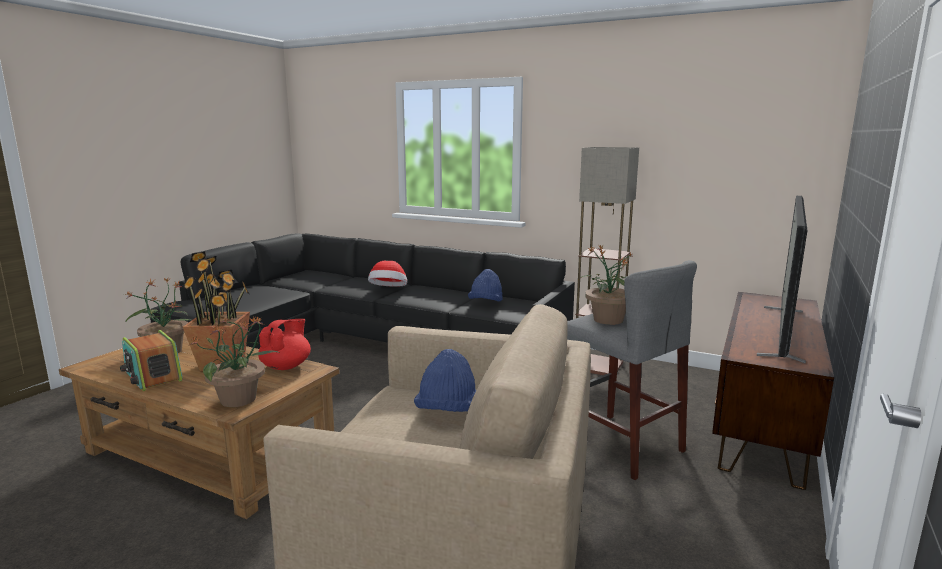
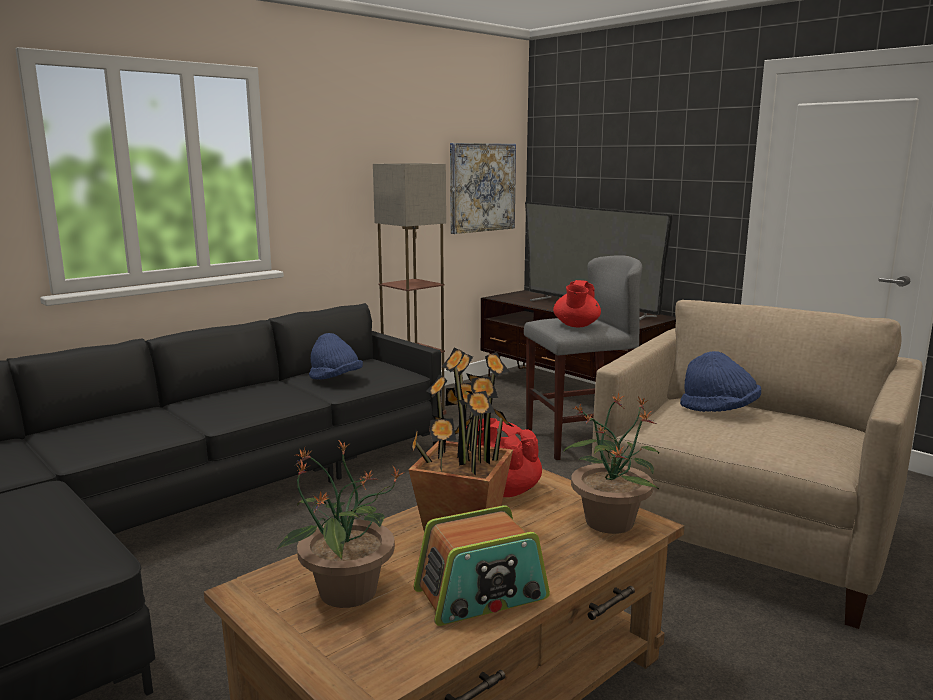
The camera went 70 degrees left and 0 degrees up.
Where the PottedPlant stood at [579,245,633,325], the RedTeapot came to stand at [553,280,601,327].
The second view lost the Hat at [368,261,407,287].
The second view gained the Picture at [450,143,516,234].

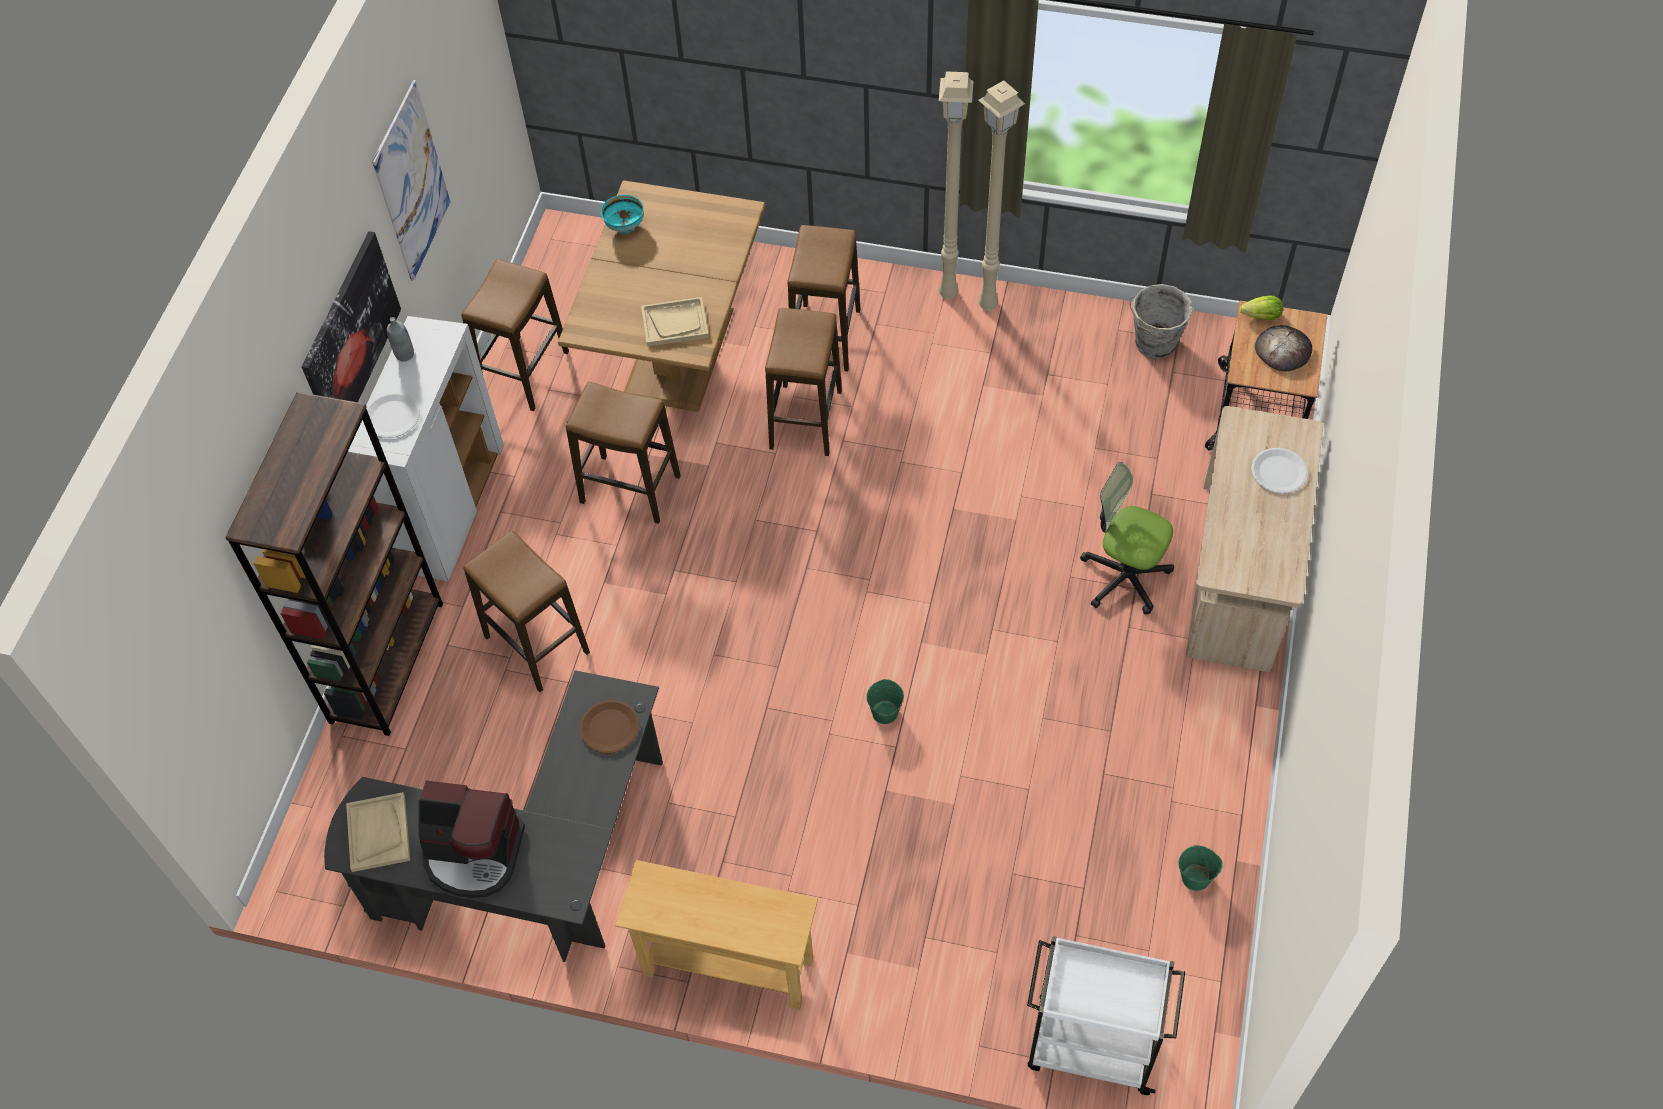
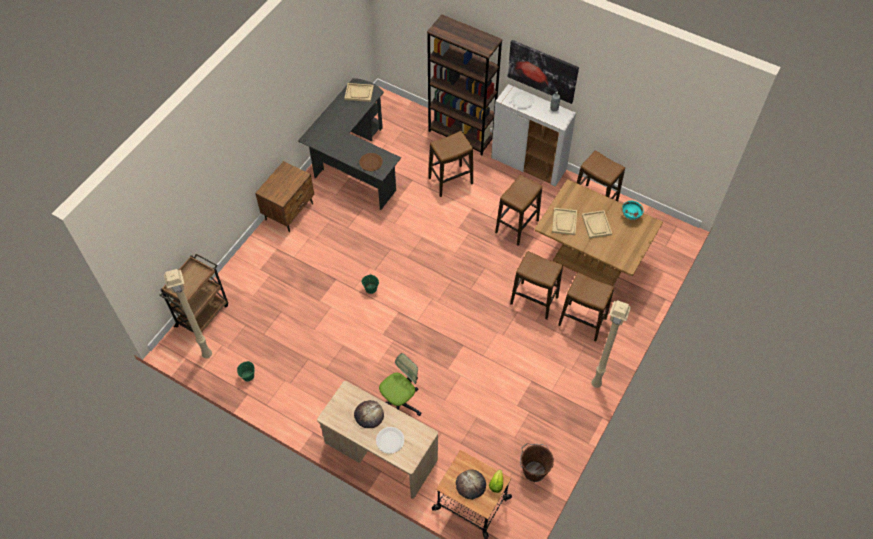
The camera went 105 degrees right and 0 degrees up.
The second view lost the Picture at [372,80,450,281].
The BeigeFloorLamp ended up elsewhere, having gone from [978,80,1025,311] to [164,269,212,358].
What was the GreyBucket at [1130,284,1193,359] turned into the BrownBucket at [520,443,554,482].
The second view lost the CoffeeMachine at [418,781,525,898].
Where the BeigeConsoleTable stood at [615,860,818,1010], the BrownNightstand came to stand at [255,161,314,232].
What was the WhiteCart at [1027,936,1185,1095] turned into the BrownCart at [159,254,228,333].
The second view gained the BeigeTray at [582,210,612,238].
The second view gained the Bread at [354,400,384,428].

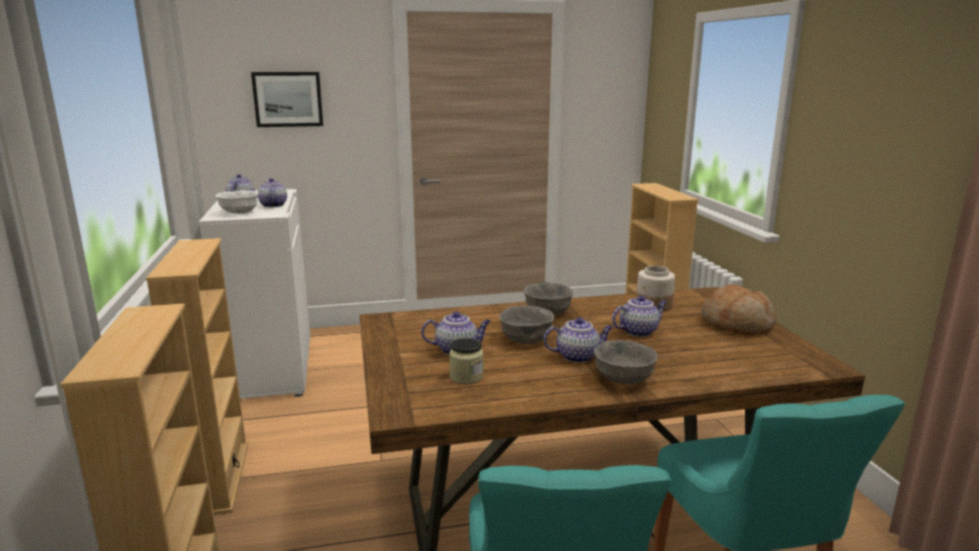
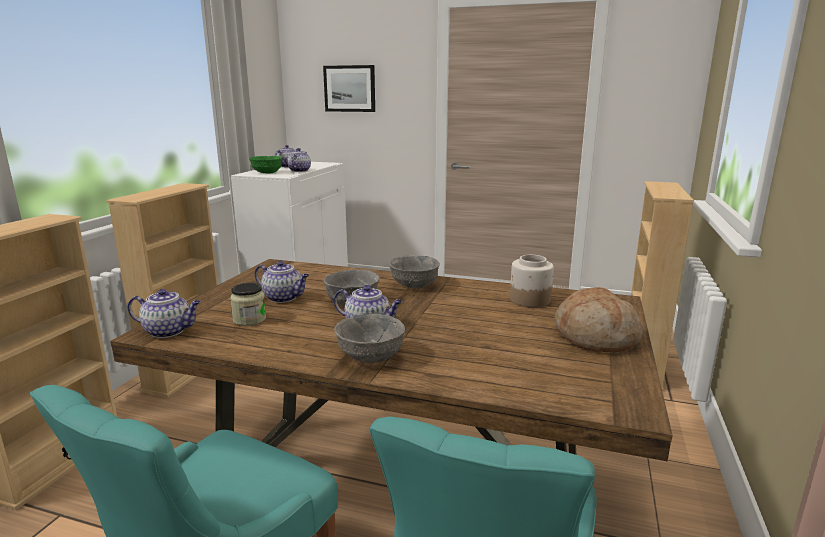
The camera went 30 degrees right and 0 degrees up.
What was the WhiteBowl at [215,190,258,214] turned into the GreenBowl at [249,156,282,174].
The Teapot ended up elsewhere, having gone from [612,295,667,337] to [127,289,201,338].

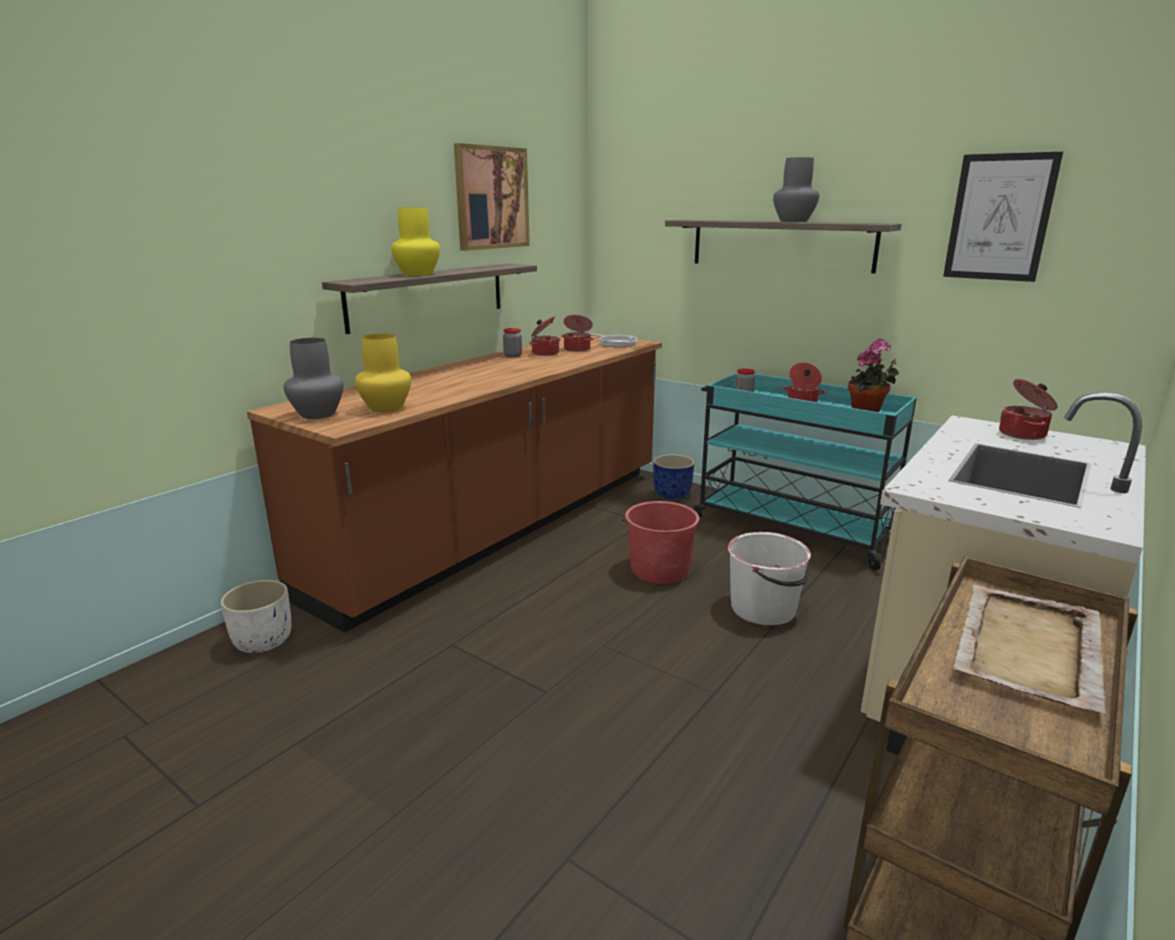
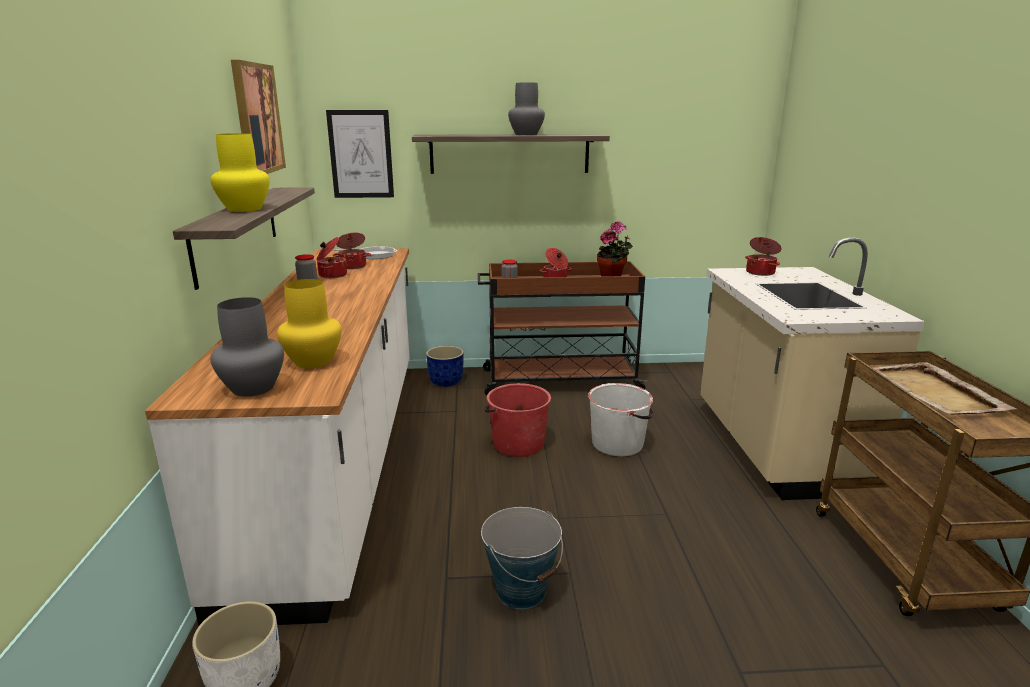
The camera went 40 degrees left and 0 degrees up.
The Picture ended up elsewhere, having gone from [943,152,1063,282] to [326,110,394,198].
What was the BrownCounter at [247,332,662,633] turned into the WhiteCounter at [145,248,410,626].
What was the TurquoiseCart at [692,373,917,570] turned into the BrownCart at [478,261,648,396].
The second view gained the Bucket at [481,507,563,609].

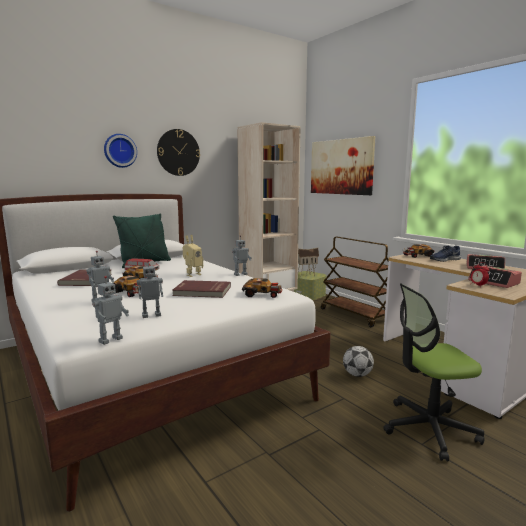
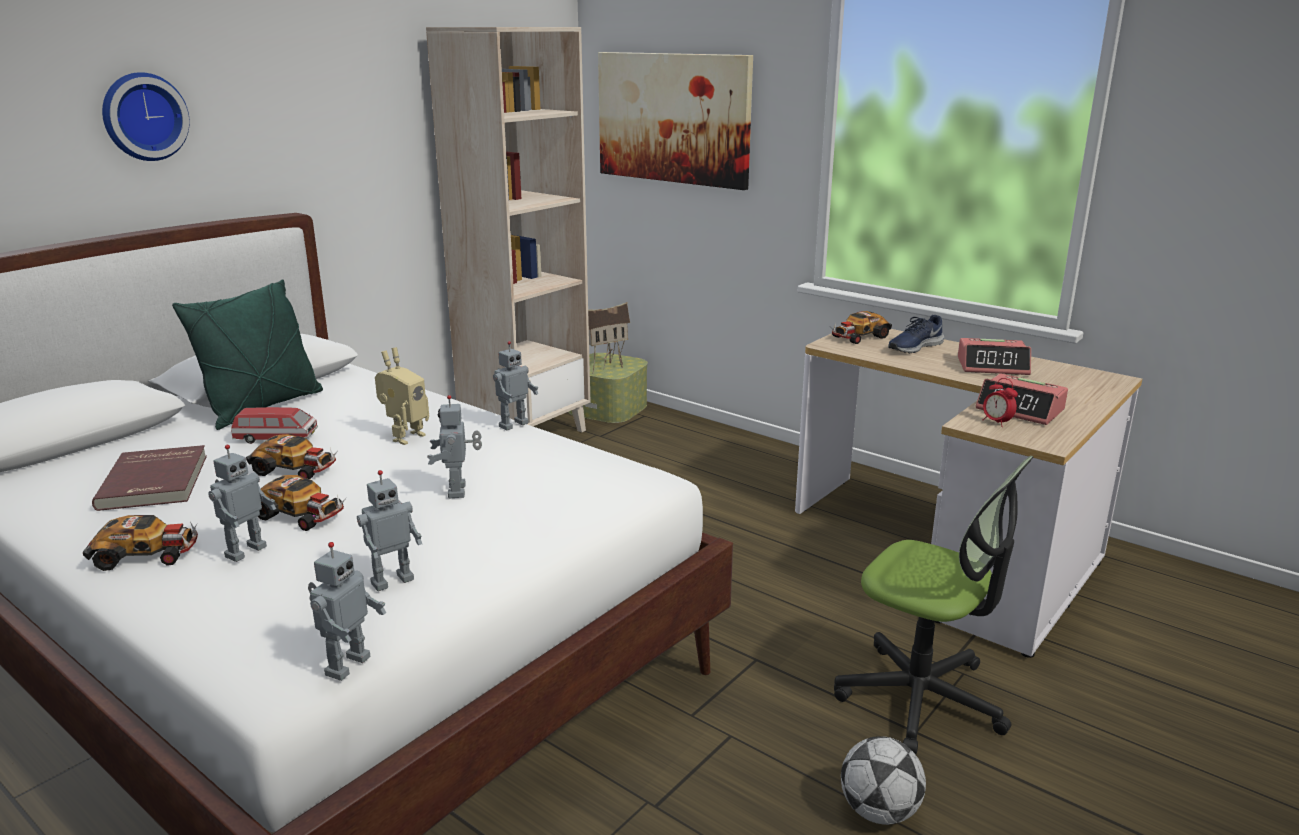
The camera went 15 degrees left and 10 degrees up.
The second view lost the WallClock at [157,129,200,176].
The second view lost the BrownCart at [321,236,389,327].
The ToyCar ended up elsewhere, having gone from [242,278,282,298] to [83,515,198,571].
Where the RedBook stood at [172,280,231,298], the ToyRobot came to stand at [427,395,482,498].
The OfficeChair at [383,283,485,461] ended up facing another way, 120 degrees counterclockwise from before.
The Football ended up elsewhere, having gone from [343,346,374,377] to [841,736,926,825].

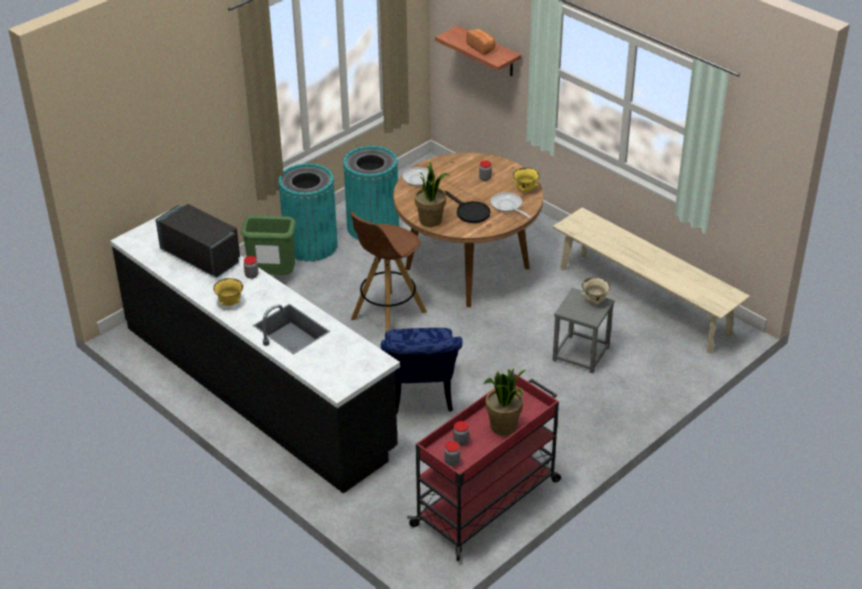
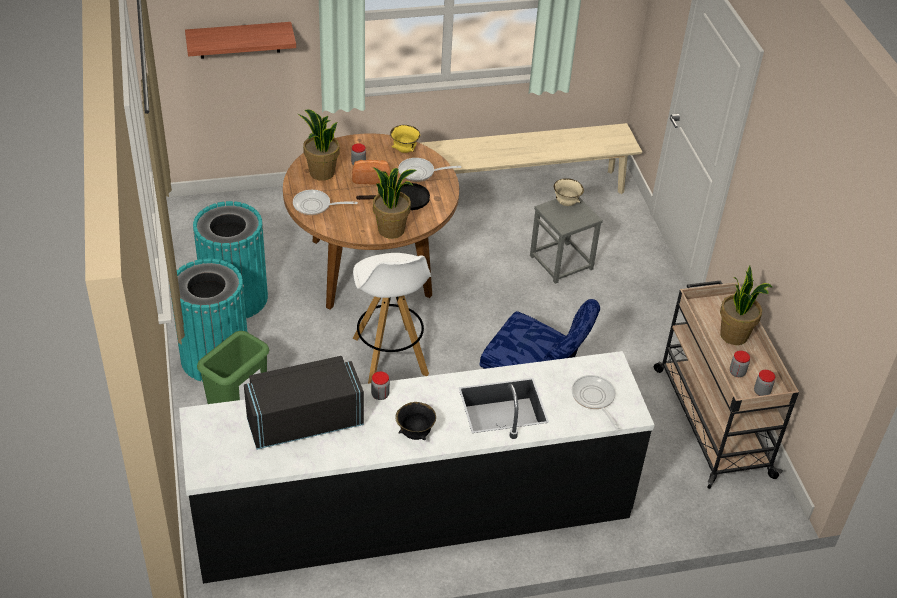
The camera went 60 degrees left and 5 degrees up.
The Bread ended up elsewhere, having gone from [466,29,496,55] to [352,160,391,184].
What was the BrownStool at [350,212,427,331] turned into the WhiteStool at [353,253,431,384].
What was the YellowBowl at [213,278,243,306] turned into the BlackBowl at [395,402,436,440].
What was the RedCart at [407,374,561,561] turned into the BeigeCart at [654,281,799,489].
The second view gained the PottedPlant at [297,110,340,180].
The second view gained the FryingPan at [572,375,619,429].

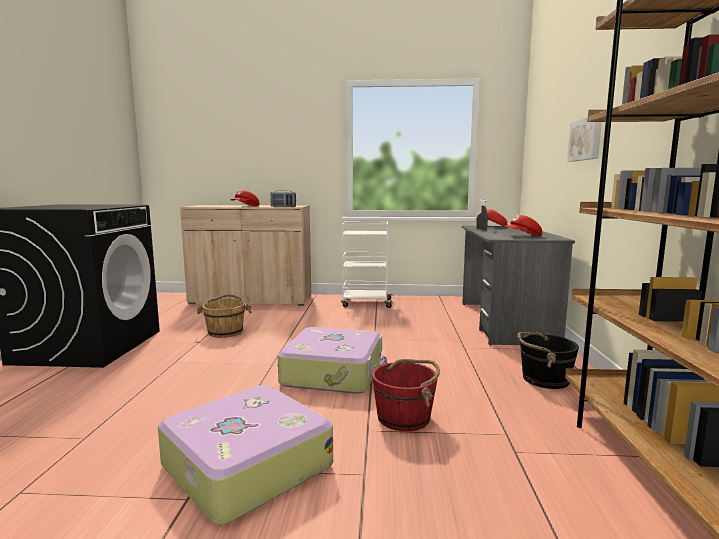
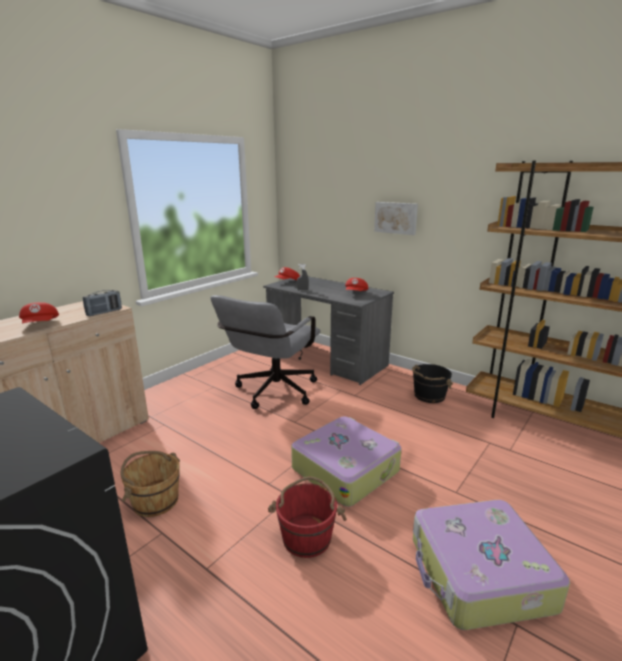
The camera went 55 degrees left and 10 degrees up.
The second view lost the WhiteCart at [341,221,394,308].
The RedBucket ended up elsewhere, having gone from [372,359,440,431] to [268,476,347,558].
The second view gained the GreyOfficeChair at [210,295,321,409].

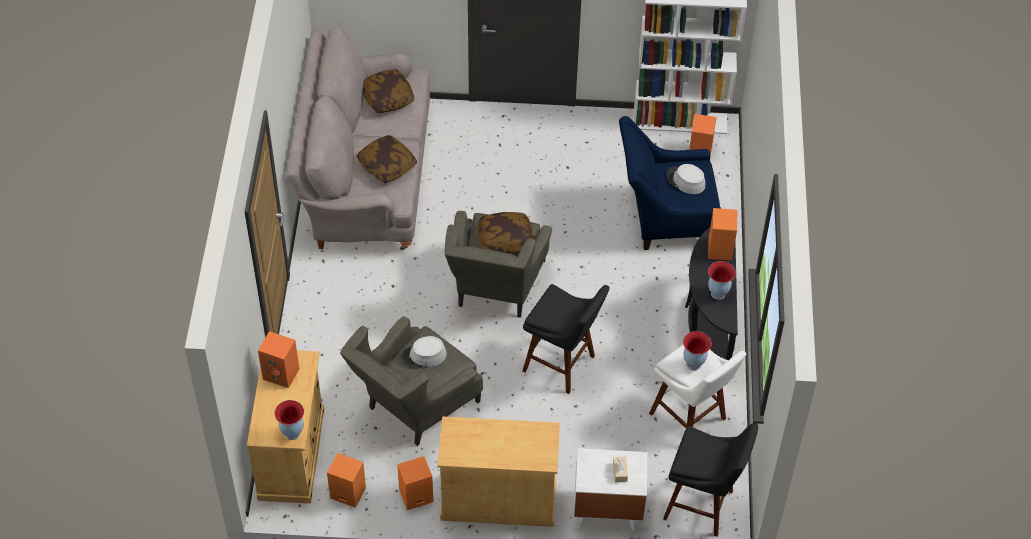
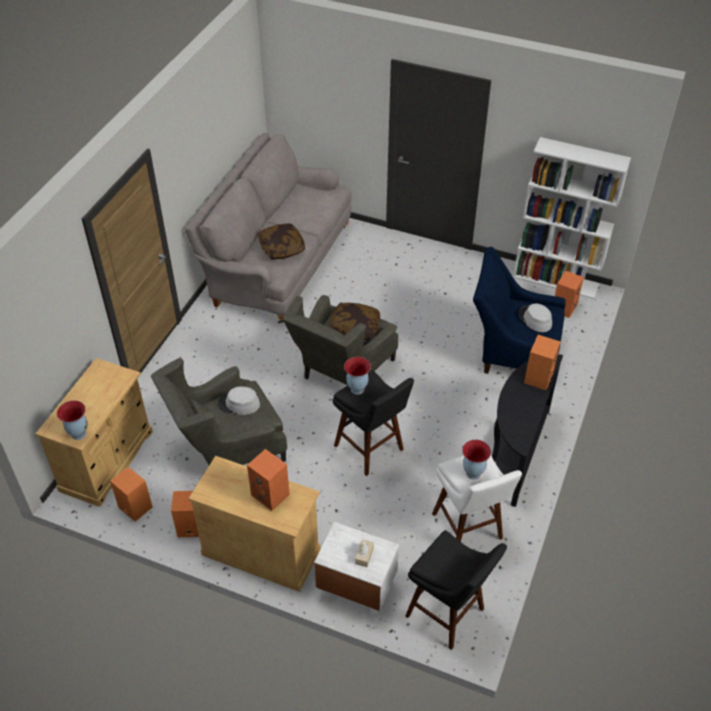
The camera went 20 degrees right and 5 degrees down.
The second view lost the Pillow at [363,69,414,113].
The Vase ended up elsewhere, having gone from [708,261,736,300] to [344,357,371,395].
The OrangeSpeaker ended up elsewhere, having gone from [258,331,299,388] to [247,449,290,511].

